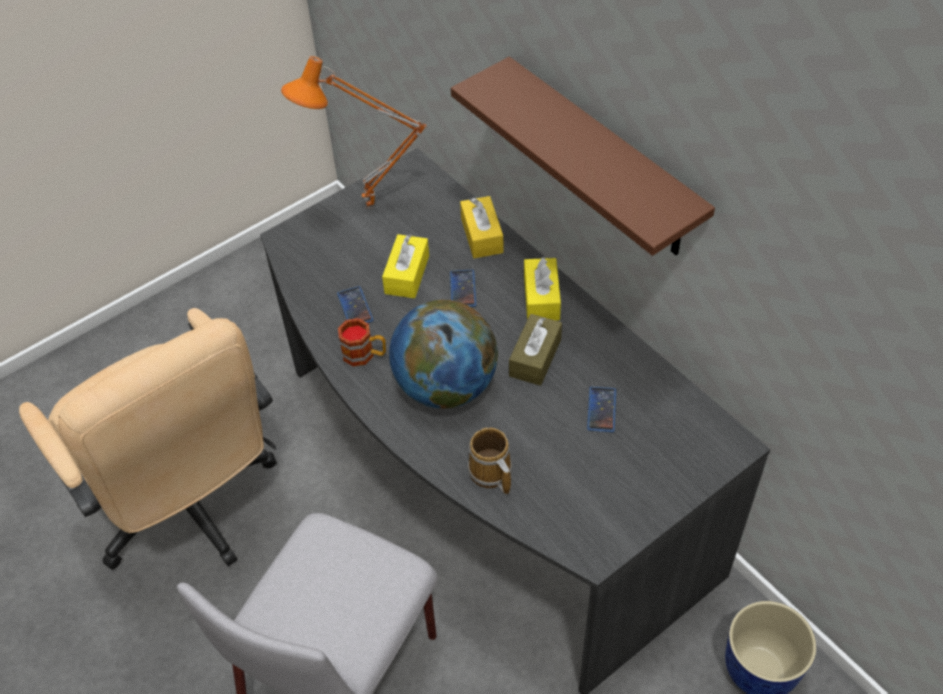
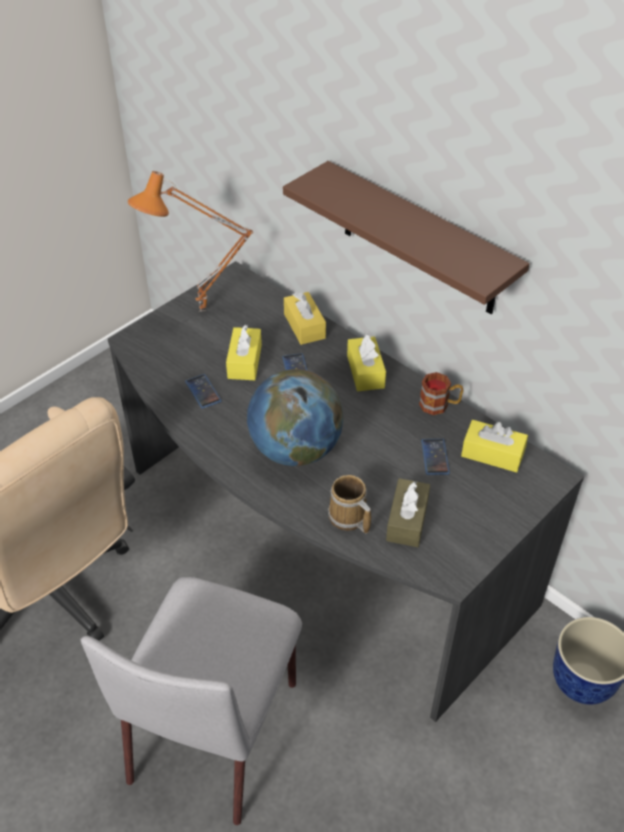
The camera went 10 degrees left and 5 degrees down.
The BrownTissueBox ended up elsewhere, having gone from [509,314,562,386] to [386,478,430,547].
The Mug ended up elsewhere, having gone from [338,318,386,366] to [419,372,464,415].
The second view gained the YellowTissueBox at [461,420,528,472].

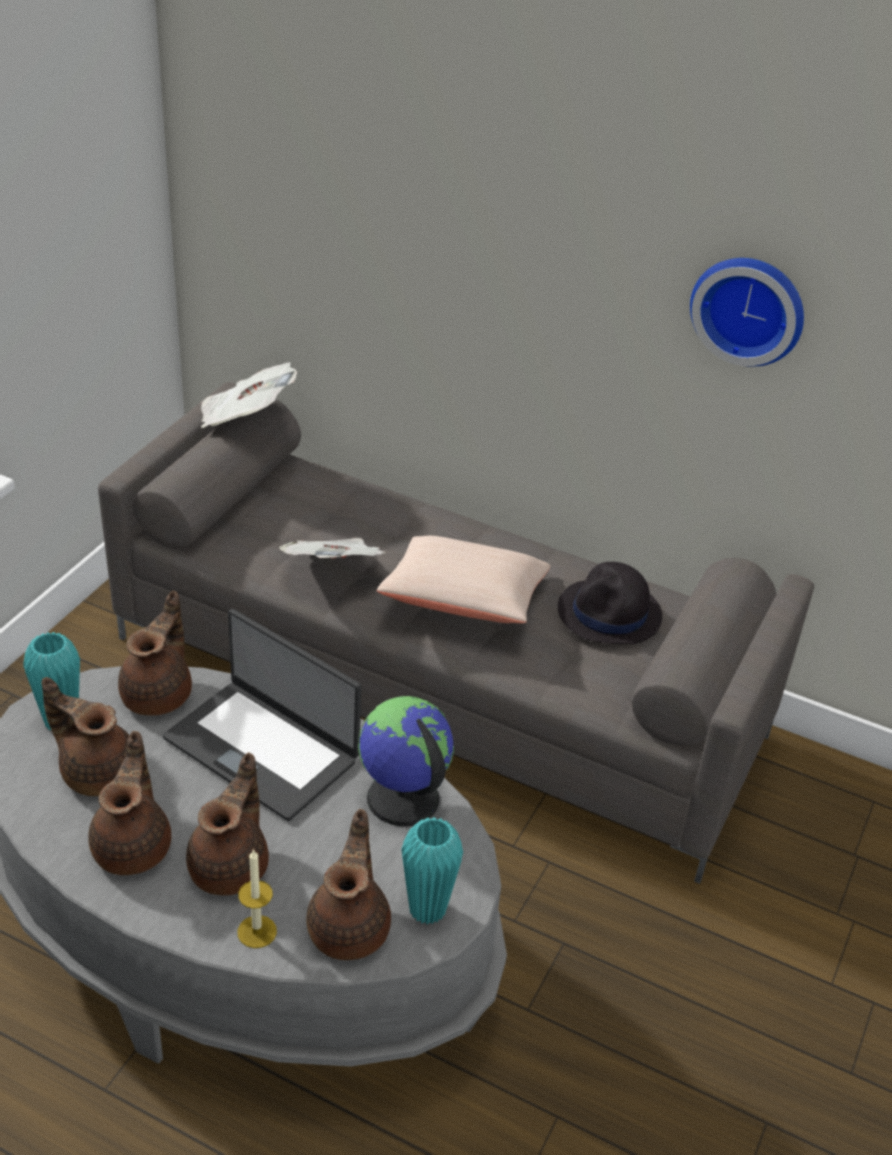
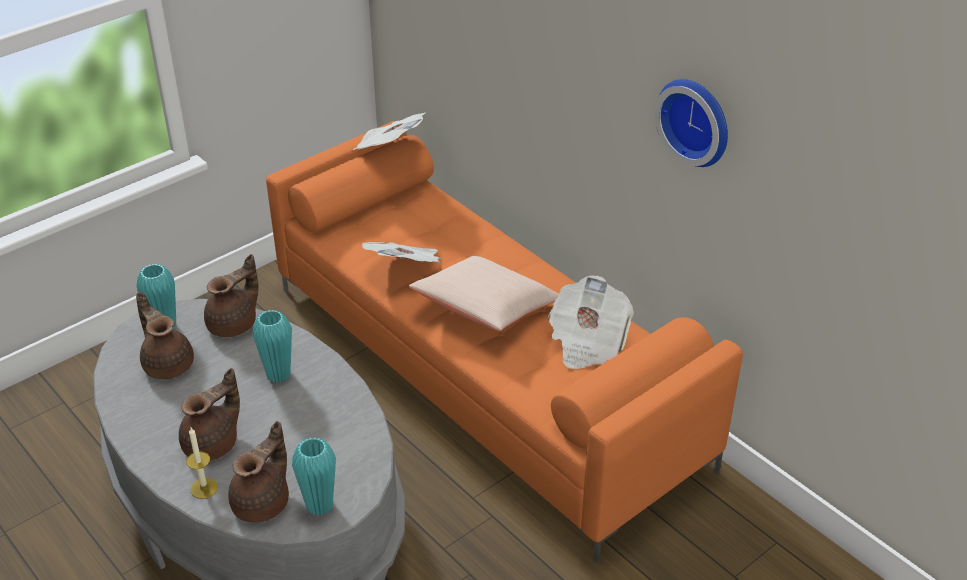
The camera went 25 degrees right and 0 degrees up.
What was the GreySofa at [98,382,814,884] turned into the OrangeSofa at [266,121,743,563].
Where the BlackHat stood at [558,562,662,644], the Newspaper came to stand at [548,275,634,369].
Where the Laptop stood at [163,609,361,821], the TurquoiseVase came to stand at [253,310,292,383].
The second view lost the Globe at [358,696,454,826].
The second view lost the BrownTeapot at [88,731,171,875].

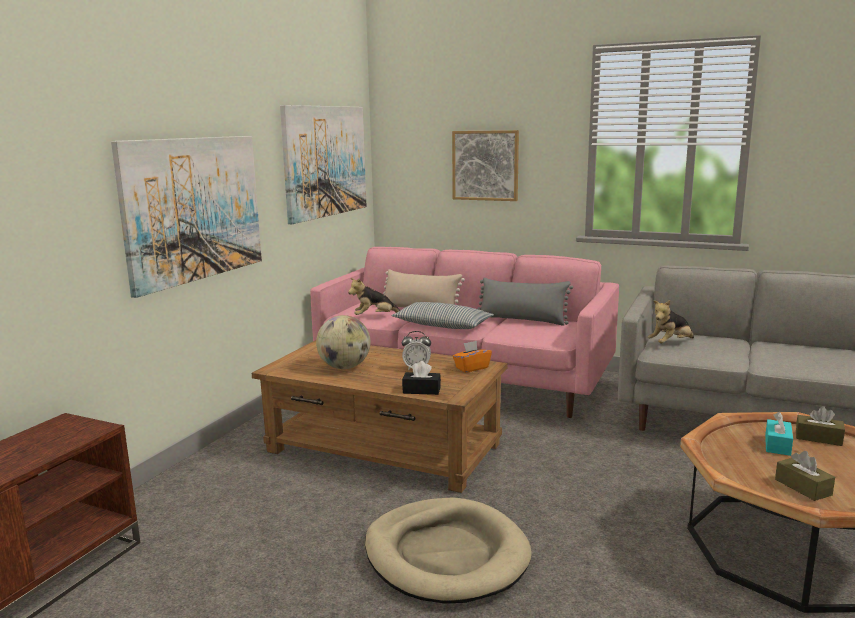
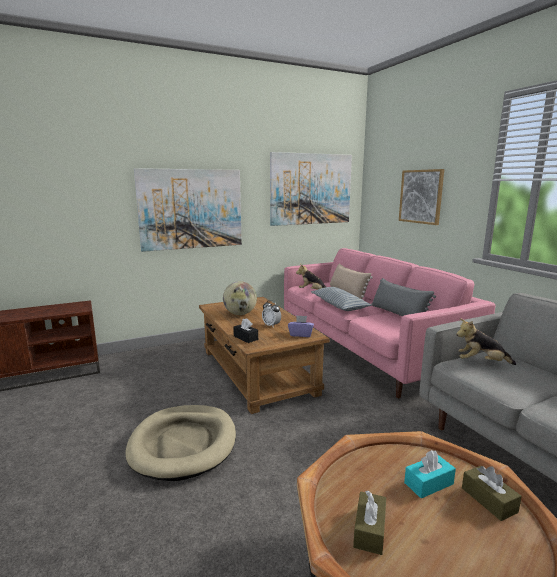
The camera went 40 degrees right and 0 degrees up.
What was the OrangeTissueBox at [453,341,492,373] turned into the PurpleTissueBox at [288,315,314,337].

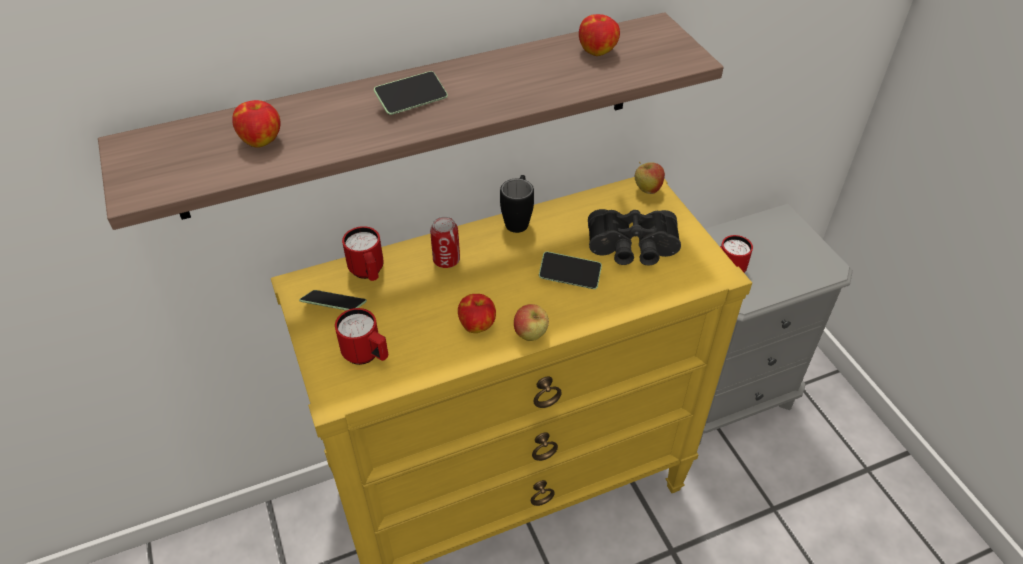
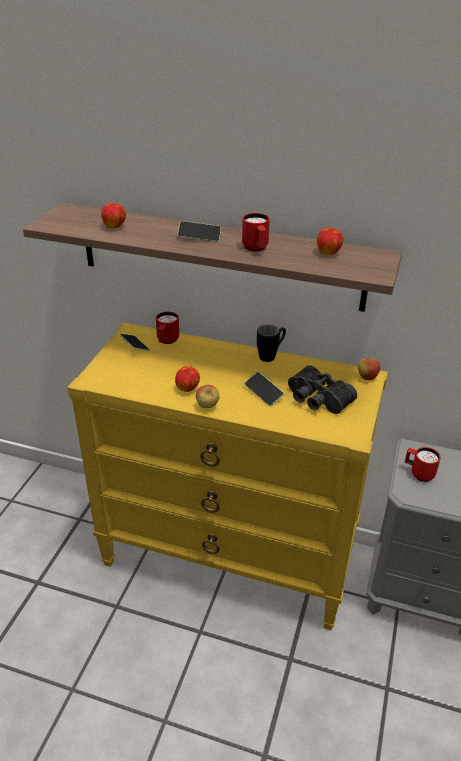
The camera went 40 degrees right and 10 degrees down.
The second view lost the Can at [430,216,460,268].
The RedMug ended up elsewhere, having gone from [335,308,388,365] to [242,213,270,251].

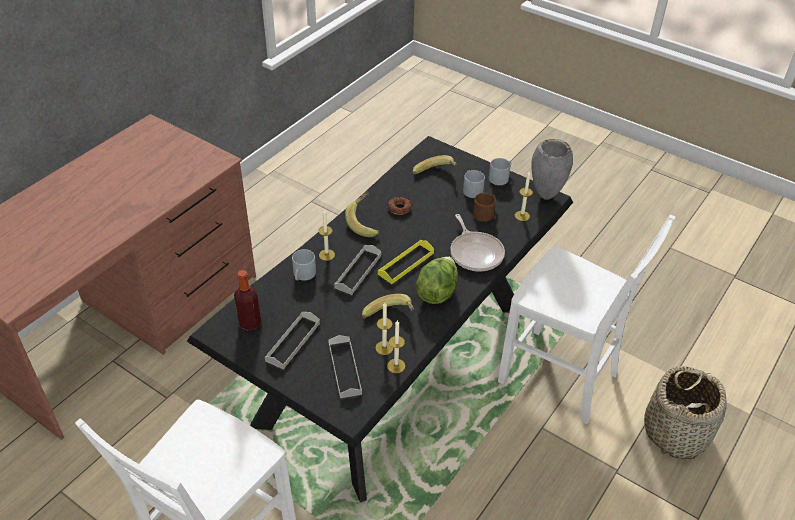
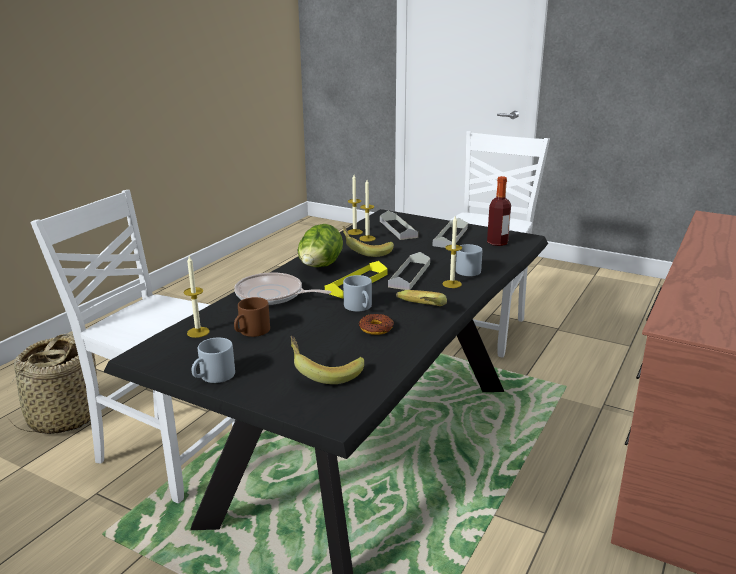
The camera went 175 degrees right and 20 degrees down.
The second view lost the GreyVase at [532,139,573,200].
The GreyMug ended up elsewhere, having gone from [463,170,485,198] to [343,275,372,312].
The FryingPan at [450,214,505,272] ended up facing another way, 45 degrees counterclockwise from before.

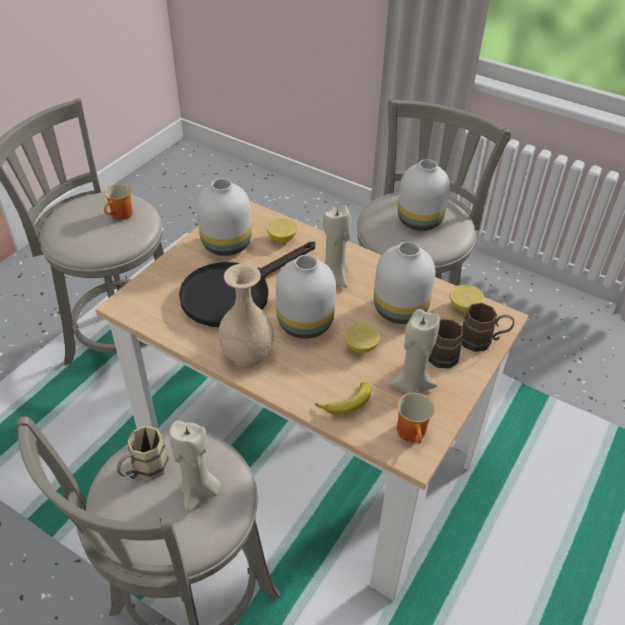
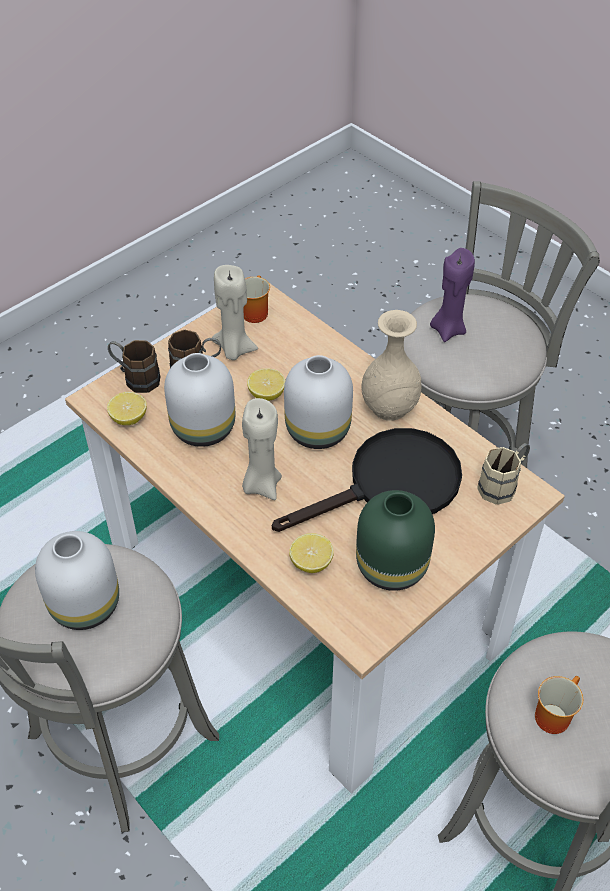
The camera went 165 degrees left and 5 degrees up.
What was the WhiteVase at [196,178,252,256] turned into the GreenVase at [356,490,435,591].
The second view lost the Banana at [315,382,371,414].
What was the BeigeCandle at [169,421,221,513] turned into the PurpleCandle at [430,248,475,342].
The BeigeMug ended up elsewhere, having gone from [117,426,169,481] to [477,443,530,505].

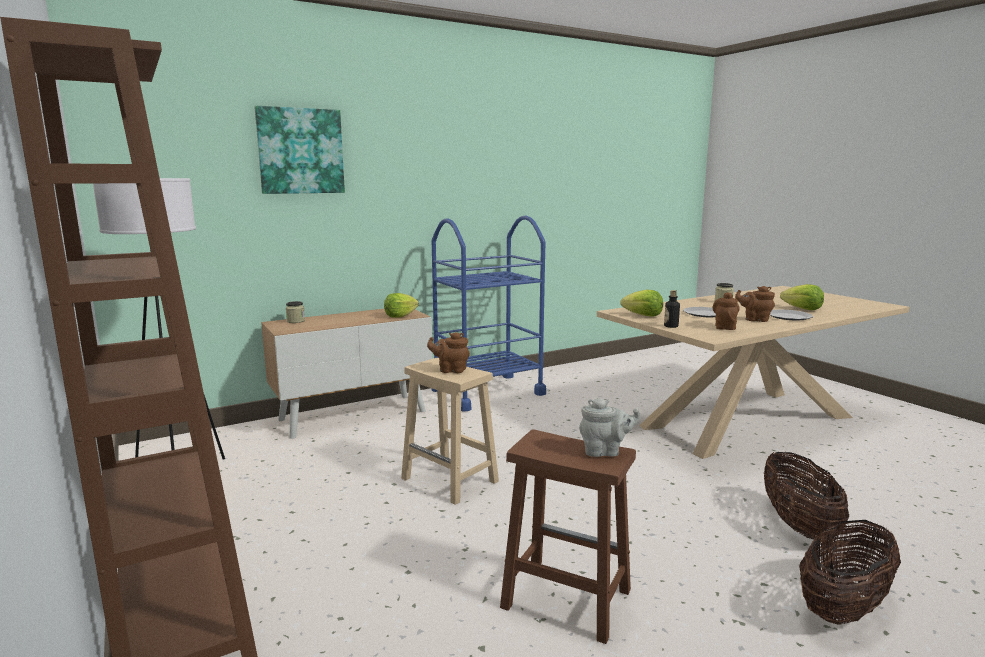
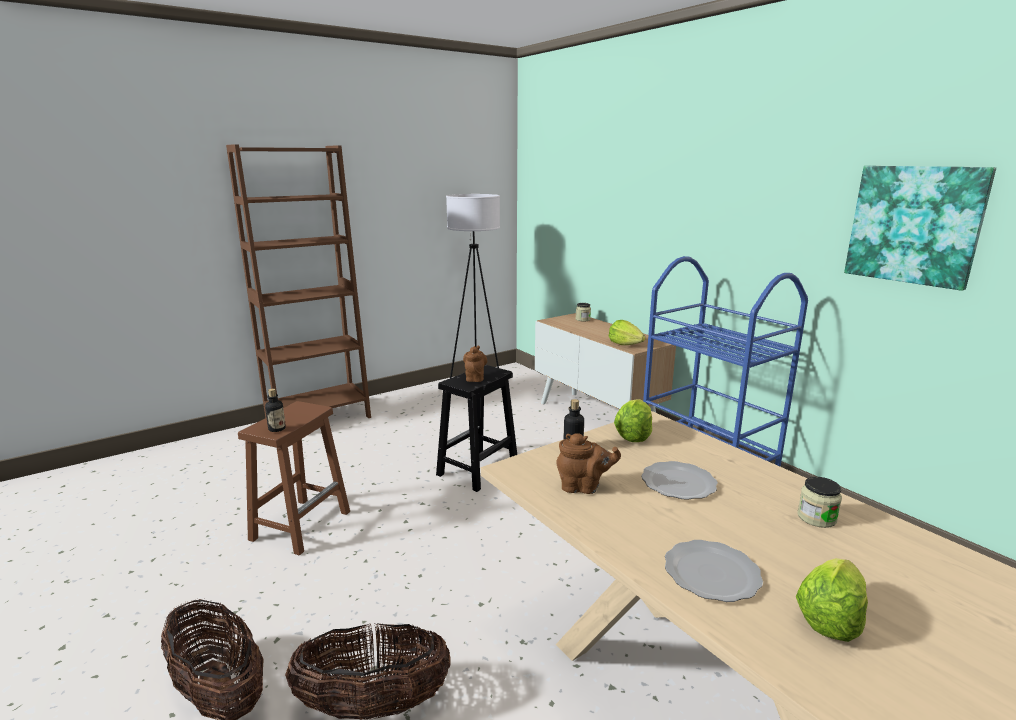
The camera went 85 degrees right and 5 degrees up.
The Picture ended up elsewhere, having gone from [255,106,345,194] to [844,166,996,291].
The second view lost the BrownTeapot at [735,286,775,322].
What was the BeigeStool at [401,358,499,505] turned into the BlackStool at [436,365,517,492].
Where the GreyTeapot stood at [579,398,641,457], the Bottle came to stand at [265,388,286,432].

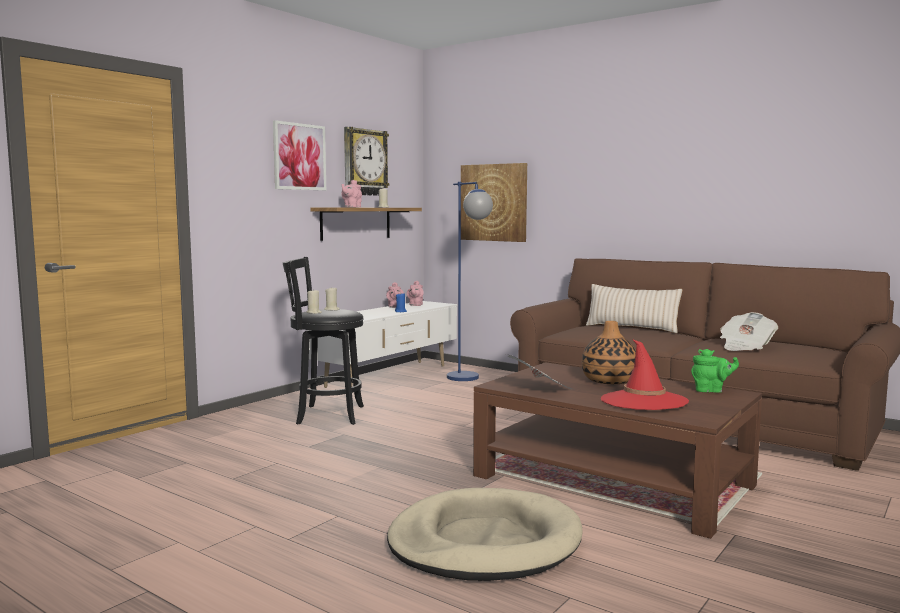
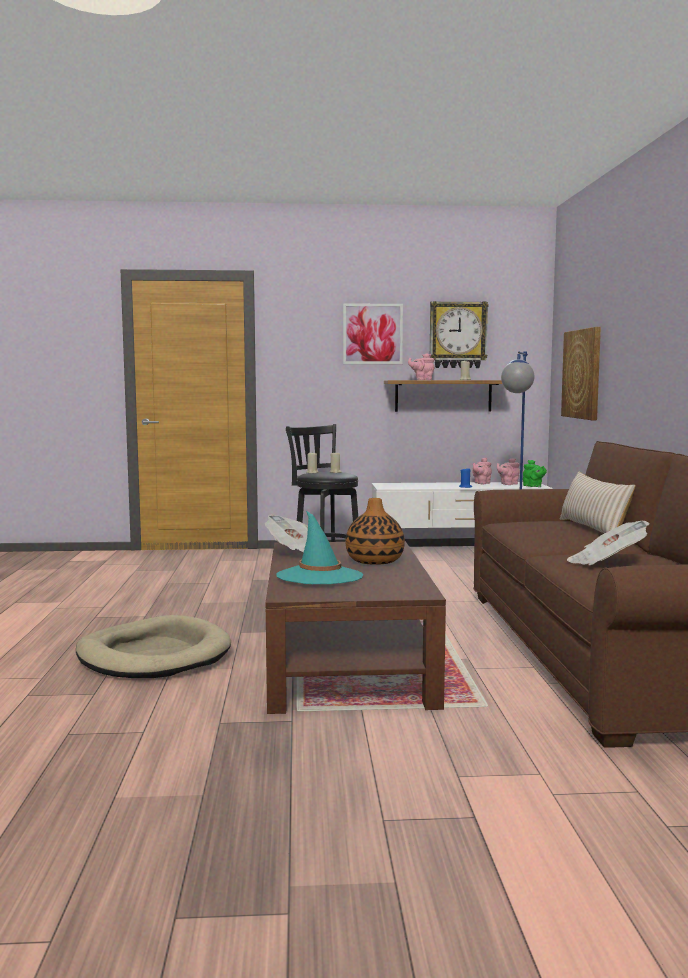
The camera went 50 degrees right and 0 degrees up.
What was the RedHat at [601,339,689,410] turned into the TurquoiseHat at [276,511,363,584].
The GreenTeapot ended up elsewhere, having gone from [691,349,739,393] to [523,460,547,487].

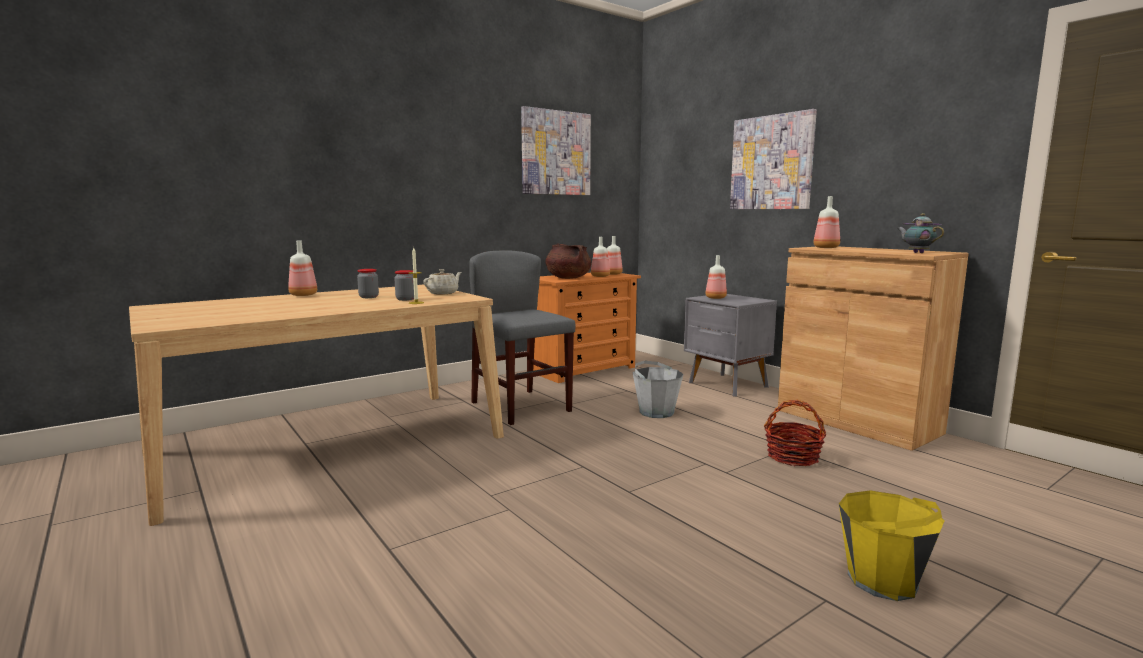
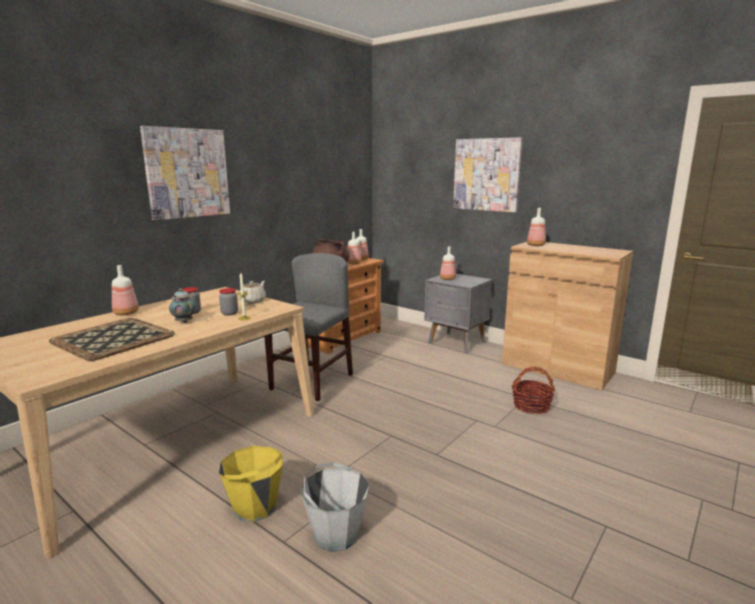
The camera went 15 degrees left and 5 degrees up.
The Picture ended up elsewhere, having gone from [521,106,591,195] to [140,126,230,221].
The Teapot ended up elsewhere, having gone from [897,213,944,253] to [169,288,196,323].
The GreyChair at [469,250,575,425] ended up facing another way, 75 degrees clockwise from before.
The GreyBucket ended up elsewhere, having gone from [633,361,684,418] to [300,462,369,552].
The YellowBucket ended up elsewhere, having gone from [839,490,944,601] to [219,446,283,522].
The second view gained the Tray at [49,318,175,361].

